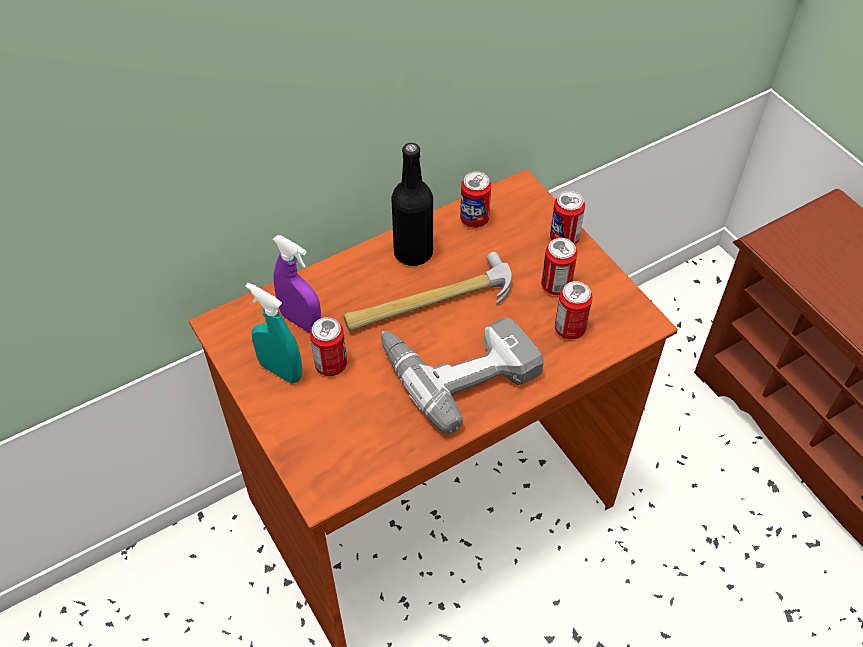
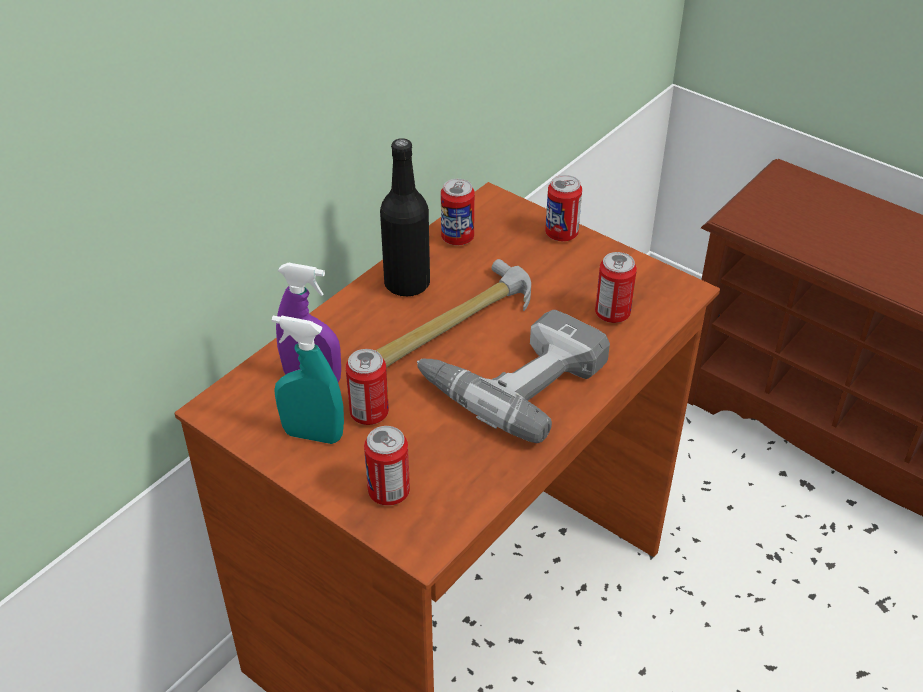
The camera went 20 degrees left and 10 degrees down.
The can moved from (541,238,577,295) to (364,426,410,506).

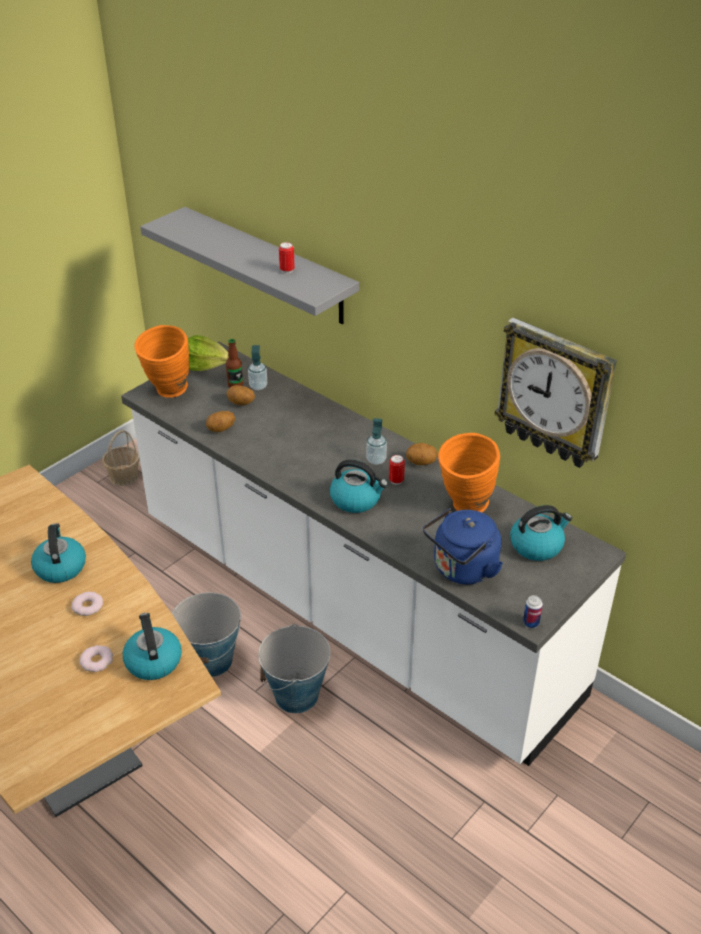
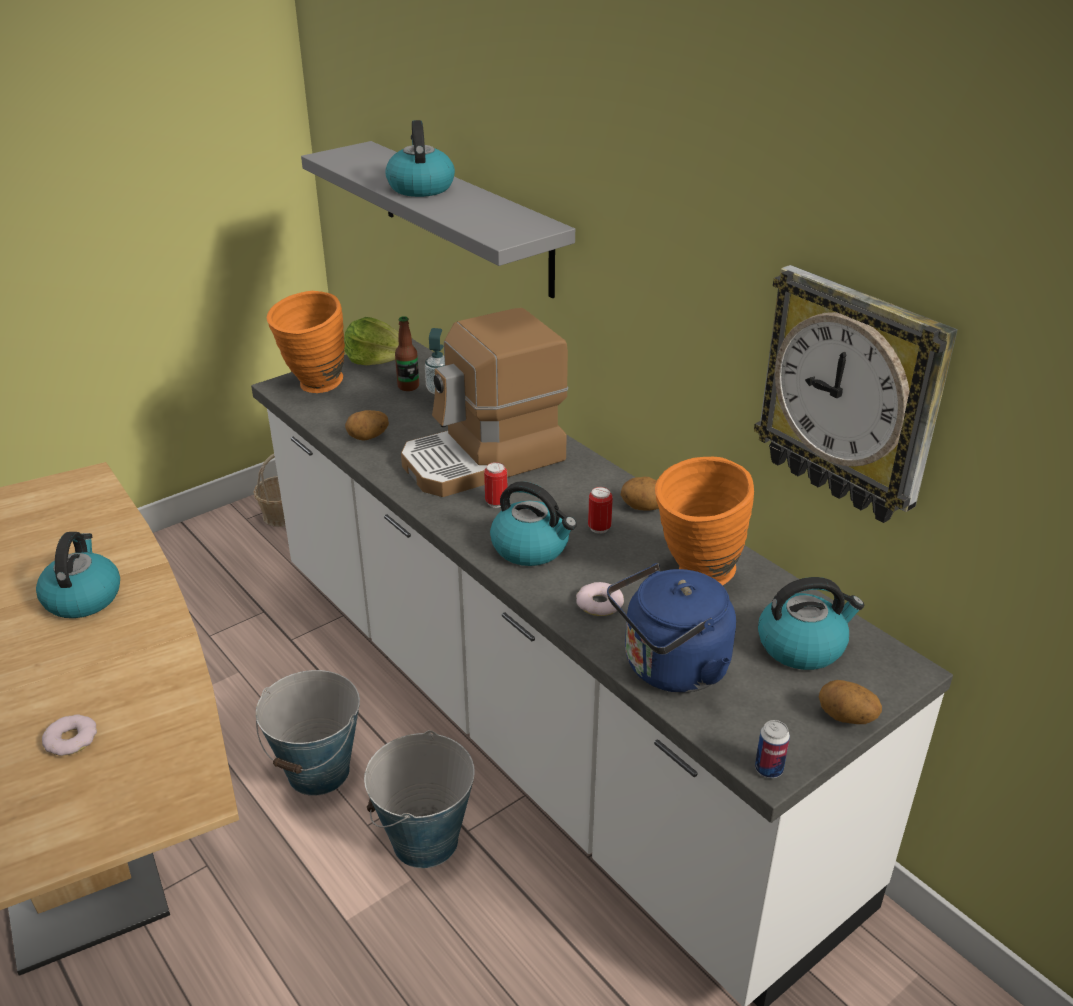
The camera went 10 degrees right and 5 degrees down.
The donut moved from (71,592,103,616) to (576,582,624,616).
The kettle moved from (123,613,182,680) to (385,120,455,197).
The potato moved from (227,385,255,405) to (819,680,882,724).
The can moved from (279,242,295,273) to (484,462,507,508).
The soap dispenser at (366,418,387,465) disappeared.
The coffee machine at (401,308,568,497) appeared.

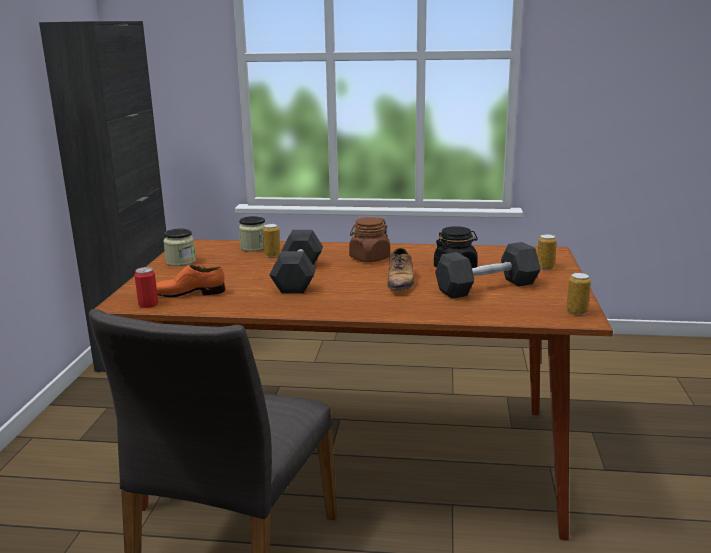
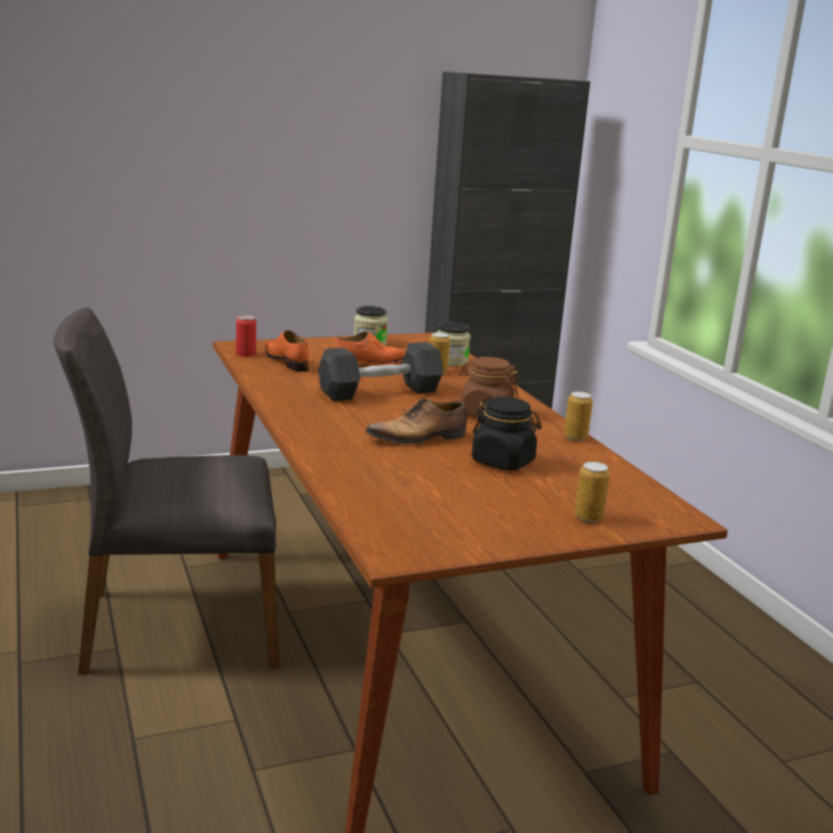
The camera went 60 degrees right and 0 degrees up.
The black dumbbell at (435,242,541,299) disappeared.
The can moved from (566,273,591,315) to (564,391,593,441).
The orange shoe at (334,331,406,365) appeared.

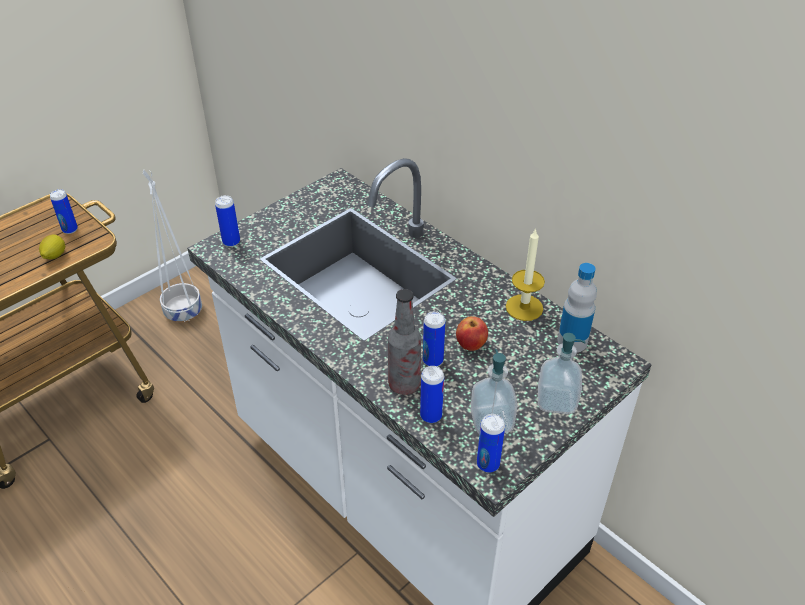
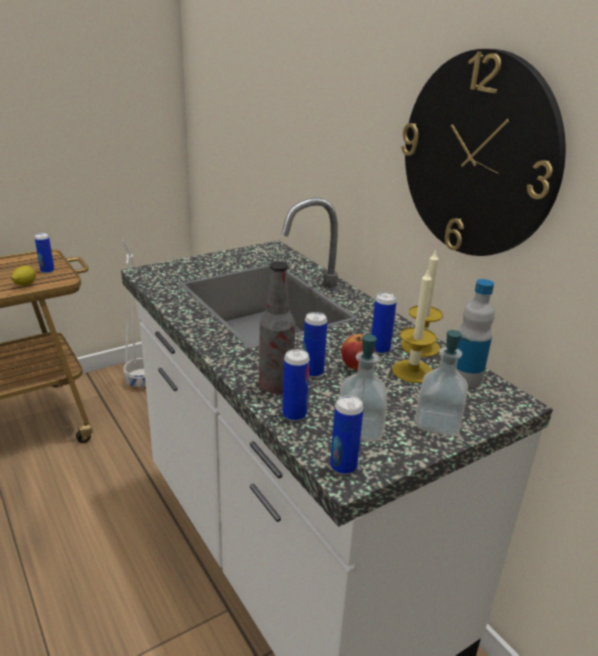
The camera went 10 degrees right and 15 degrees down.
The can moved from (215,195,240,247) to (371,293,397,354).
The candle at (392,268,437,383) appeared.
The wall clock at (401,49,566,256) appeared.

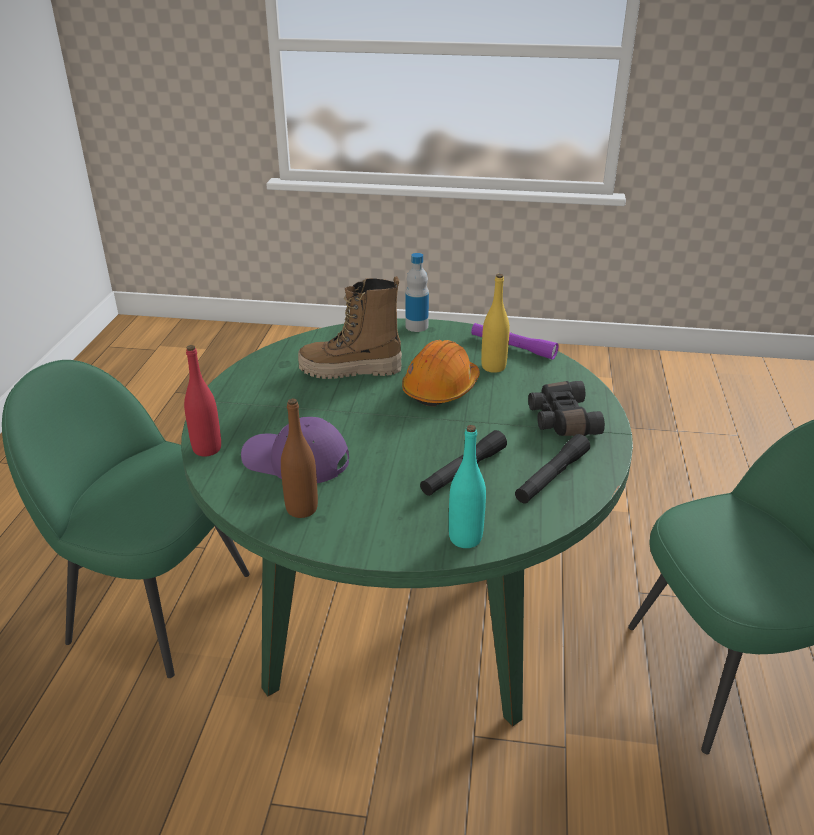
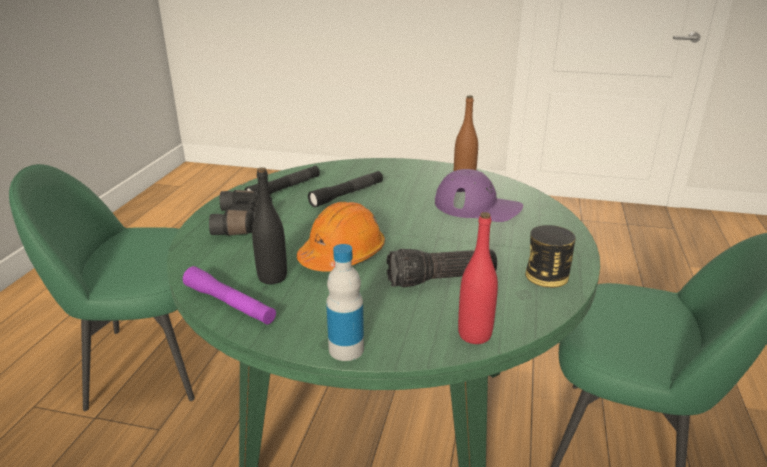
The camera went 175 degrees left and 5 degrees down.
The red bottle moved from (184,345,221,456) to (458,212,498,344).
The boot at (298,276,402,379) was replaced by the flashlight at (387,249,497,288).
The turquoise bottle at (449,425,486,548) disappeared.
The yellow bottle at (481,274,510,373) became the black bottle at (252,167,287,284).
The can at (525,225,575,288) appeared.

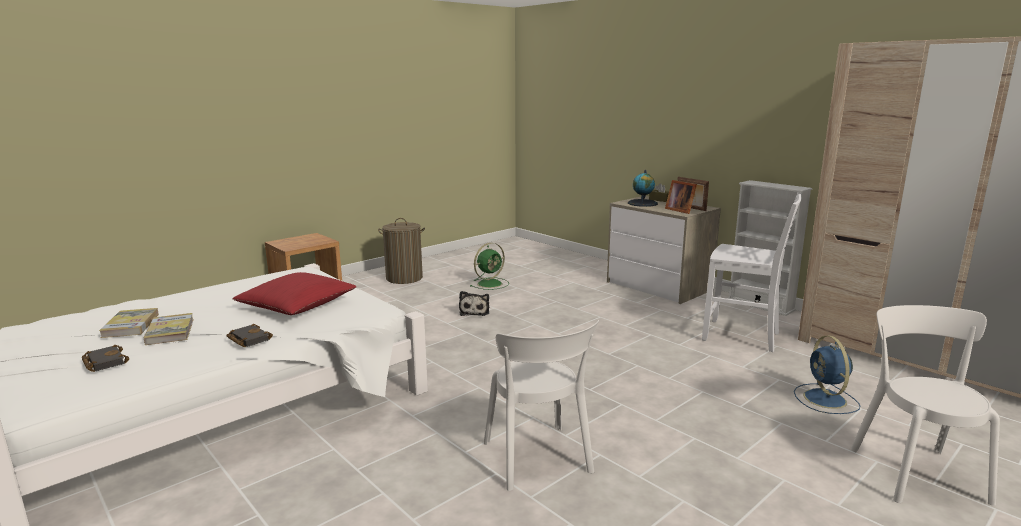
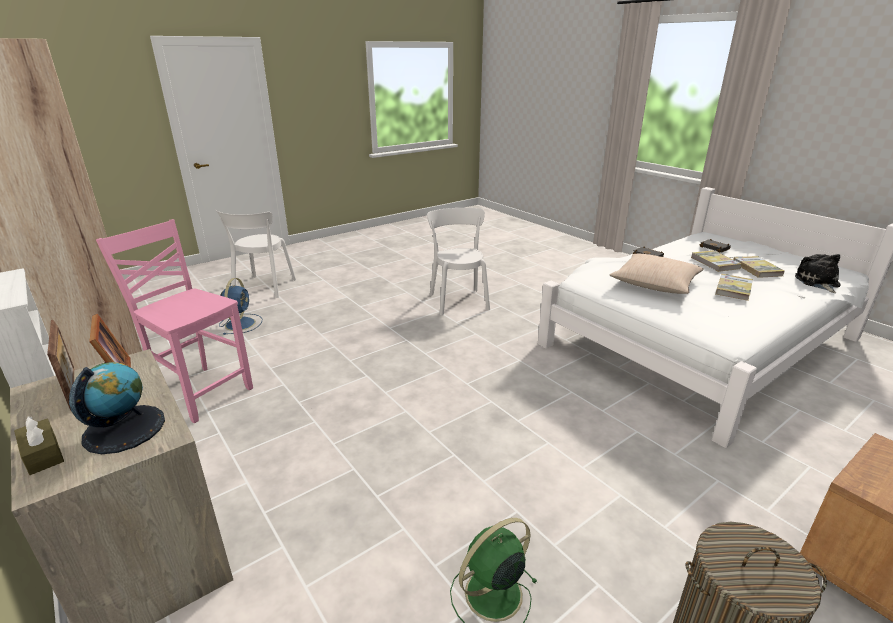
The camera went 175 degrees left and 10 degrees up.
The red pillow at (232,272,357,315) became the beige pillow at (610,254,704,294).
The plush toy moved from (459,291,489,316) to (795,254,841,293).
The white chair at (702,192,802,352) became the pink chair at (96,219,253,423).
The book at (715,274,753,301) appeared.

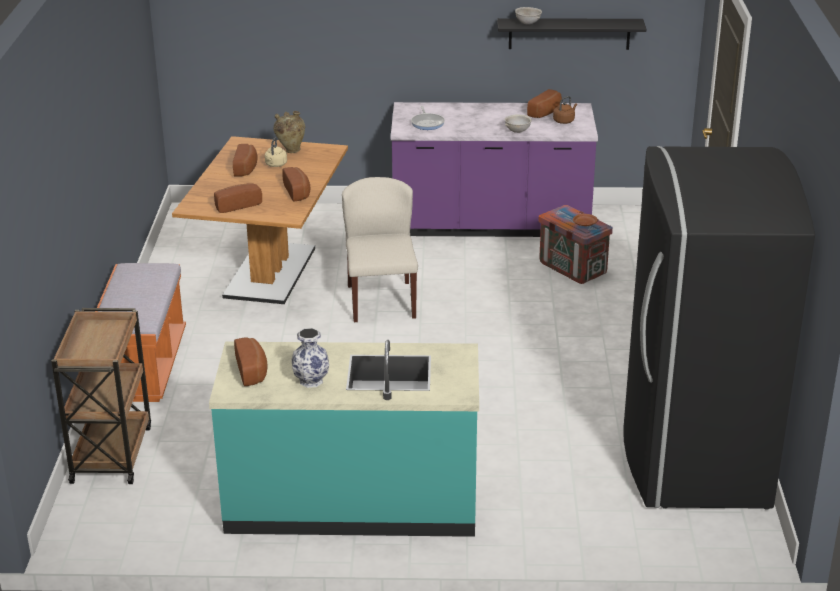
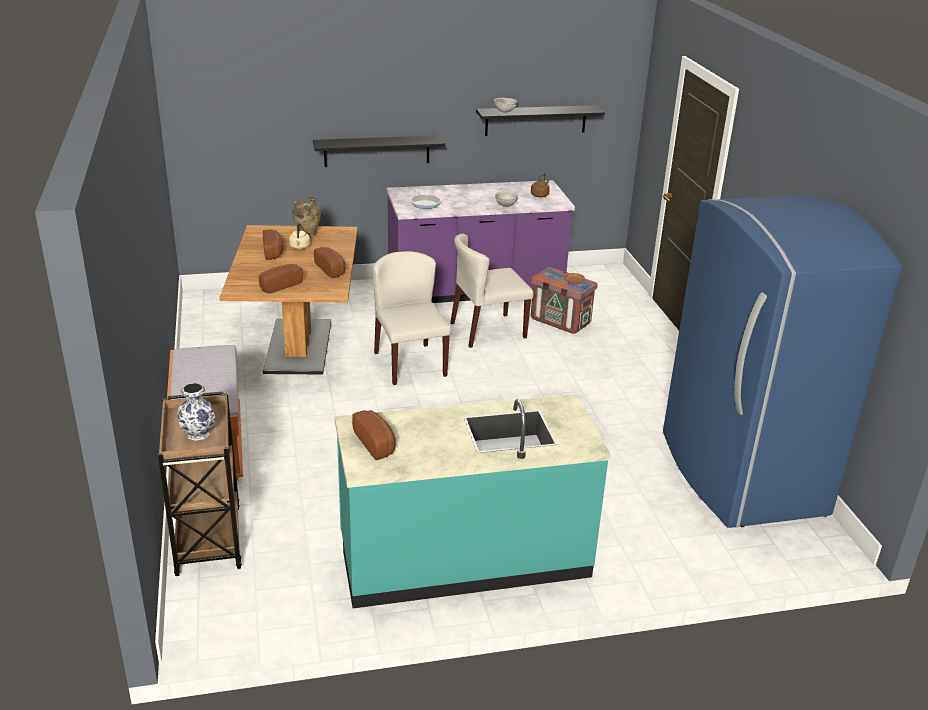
The camera went 15 degrees left and 0 degrees up.
The vase moved from (292,328,329,388) to (177,383,215,441).
The bread at (527,89,562,118) disappeared.
The black fridge at (623,146,815,510) became the blue fridge at (663,195,902,528).
The black shelf at (313,135,445,167) appeared.
The beige chair at (450,234,534,348) appeared.

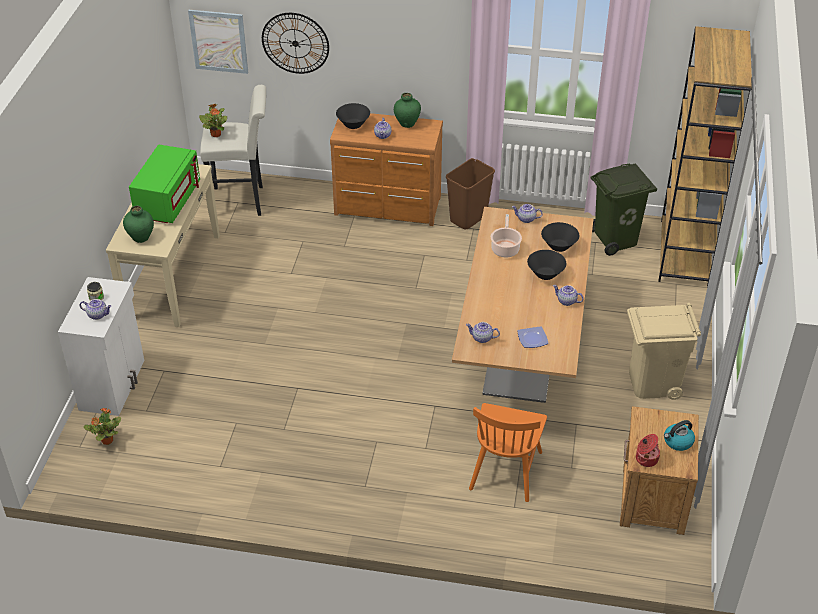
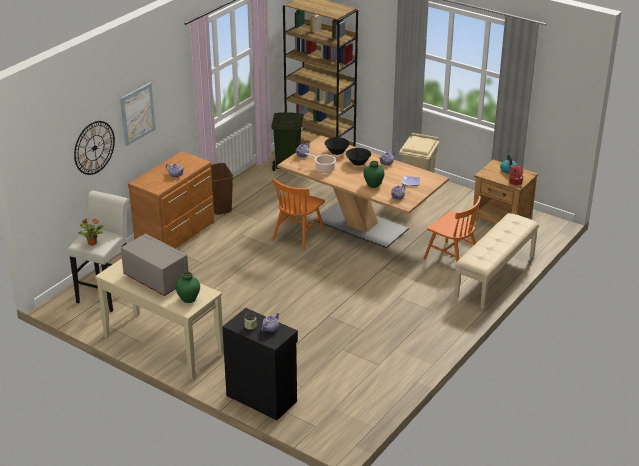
The camera went 65 degrees left and 10 degrees down.
The white cabinet at (58,277,144,416) became the black cabinet at (222,308,298,420).
The potted plant at (84,408,121,445) disappeared.
The green microwave at (129,145,200,223) became the grey microwave at (121,233,189,296).
The picture moved from (188,10,248,74) to (120,83,156,146).
The black bowl at (336,103,370,129) disappeared.
The green vase moved from (394,93,421,128) to (363,161,385,188).
The orange chair at (272,179,325,250) appeared.
The beige bench at (454,213,539,309) appeared.

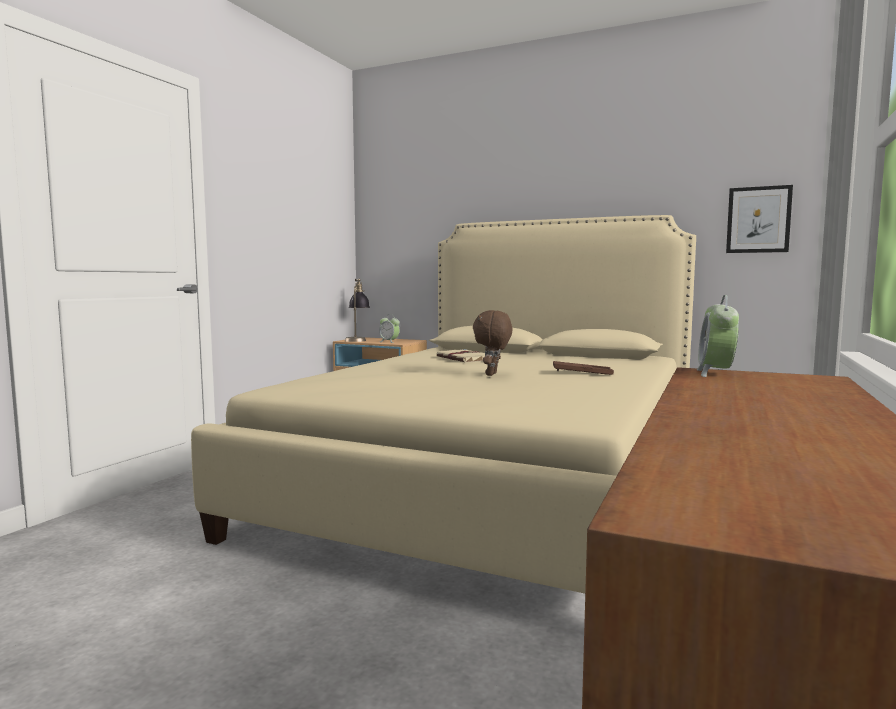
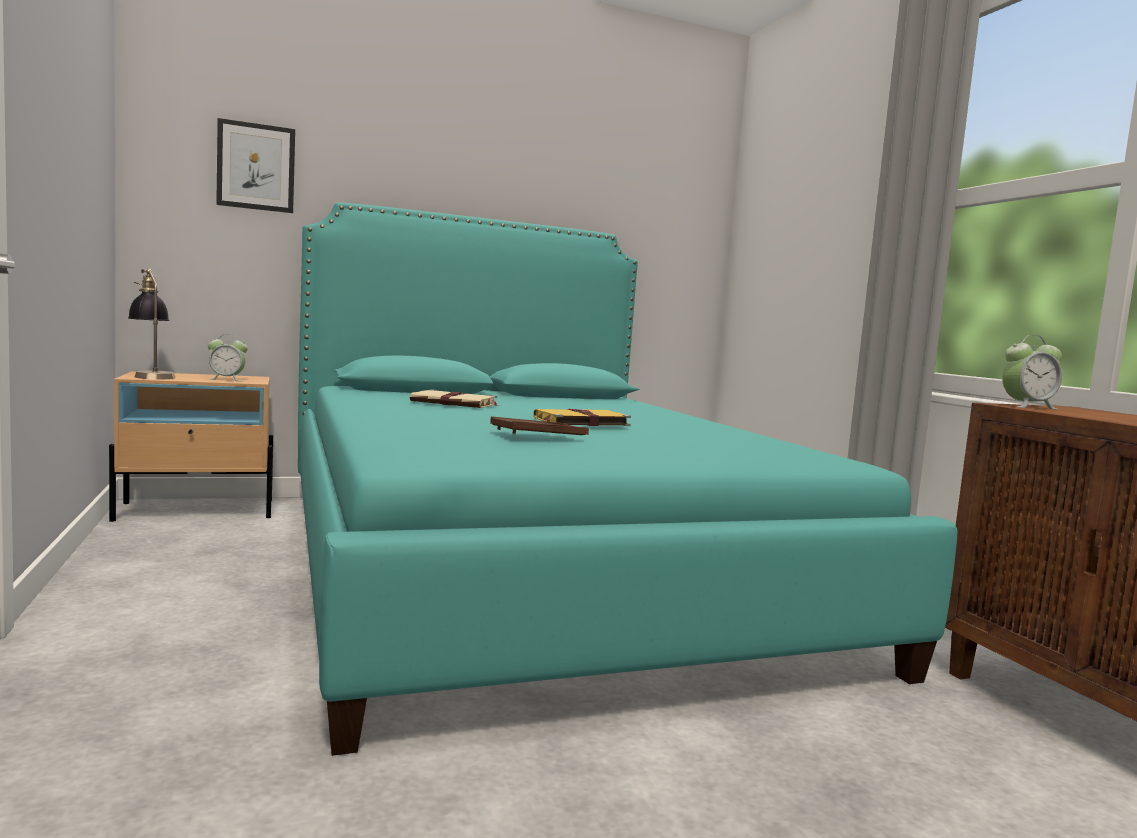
The camera went 45 degrees left and 0 degrees up.
The beige bed at (191,215,696,594) became the turquoise bed at (298,203,958,756).
The brown plush toy at (473,310,512,376) was replaced by the yellow book at (533,409,631,426).
The brown tray moved from (553,361,614,375) to (490,416,589,435).
The alarm clock at (697,295,739,377) turned 75 degrees counterclockwise.
The picture moved from (726,185,793,253) to (216,118,295,213).

